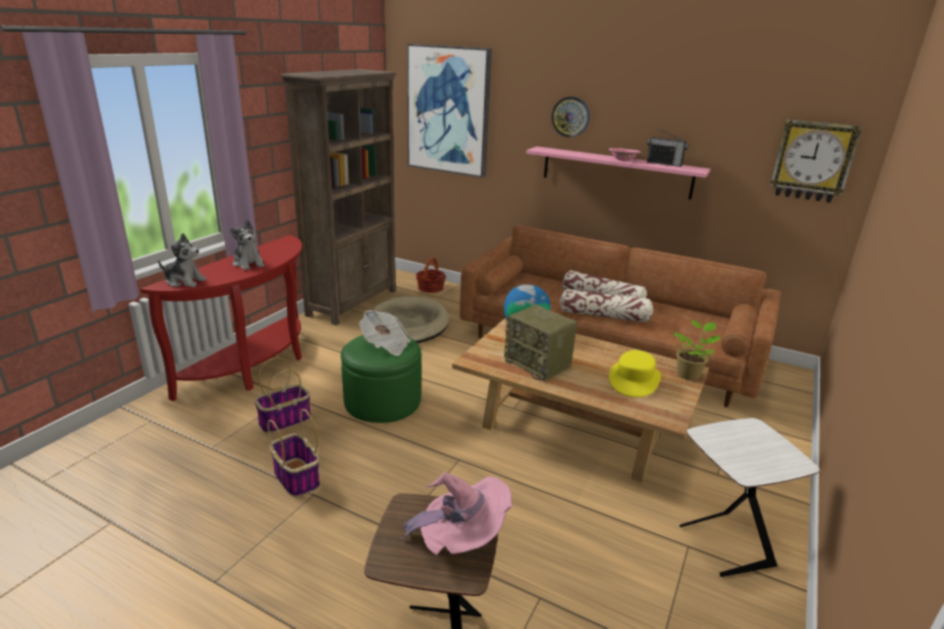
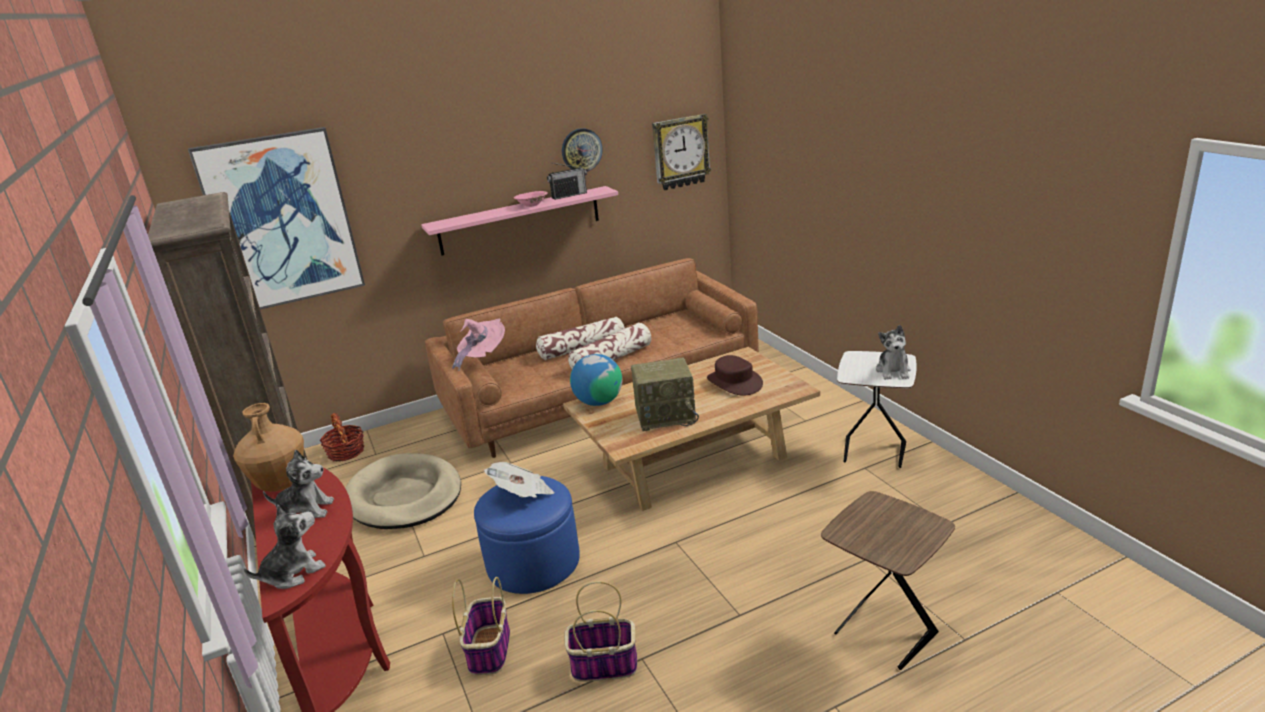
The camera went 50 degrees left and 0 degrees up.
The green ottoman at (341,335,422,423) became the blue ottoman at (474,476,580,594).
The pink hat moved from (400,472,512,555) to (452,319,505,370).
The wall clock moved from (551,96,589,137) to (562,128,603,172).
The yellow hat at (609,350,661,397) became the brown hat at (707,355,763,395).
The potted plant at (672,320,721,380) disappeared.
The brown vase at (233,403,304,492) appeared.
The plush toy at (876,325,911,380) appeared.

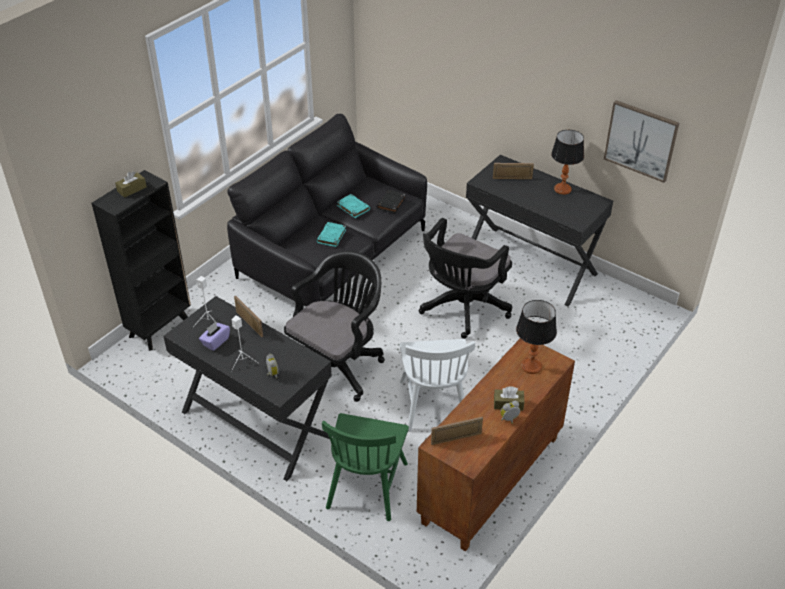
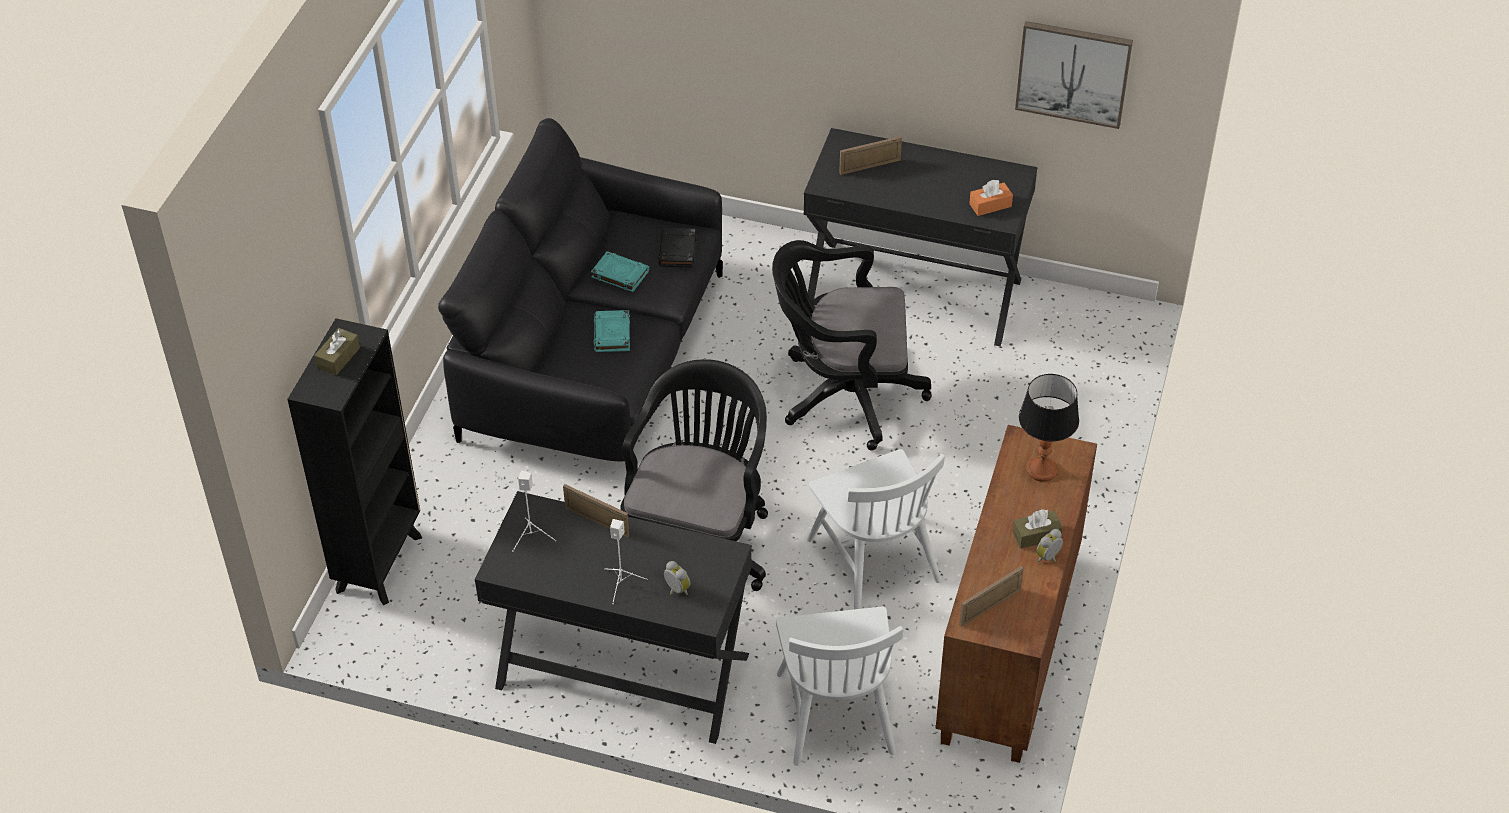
The camera went 20 degrees left and 5 degrees up.
The purple tissue box at (199,322,230,351) disappeared.
The green chair at (322,413,409,521) became the white chair at (776,607,903,766).
The black office chair at (419,218,512,339) turned 75 degrees clockwise.
The table lamp at (551,130,584,195) disappeared.
The orange tissue box at (969,180,1013,216) appeared.

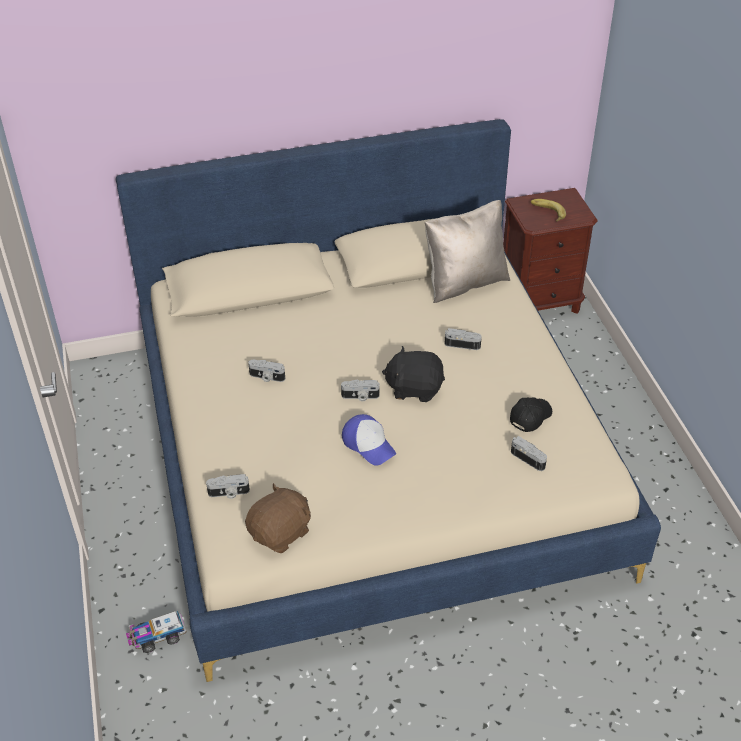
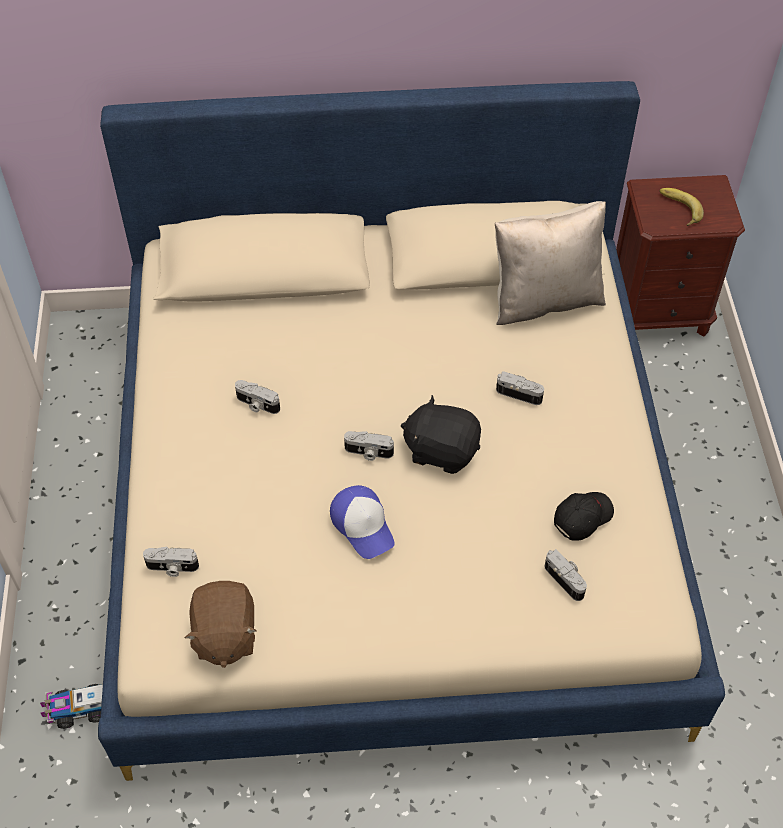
The camera went 10 degrees right and 10 degrees up.
The brown plush toy at (245,483,311,553) turned 120 degrees clockwise.

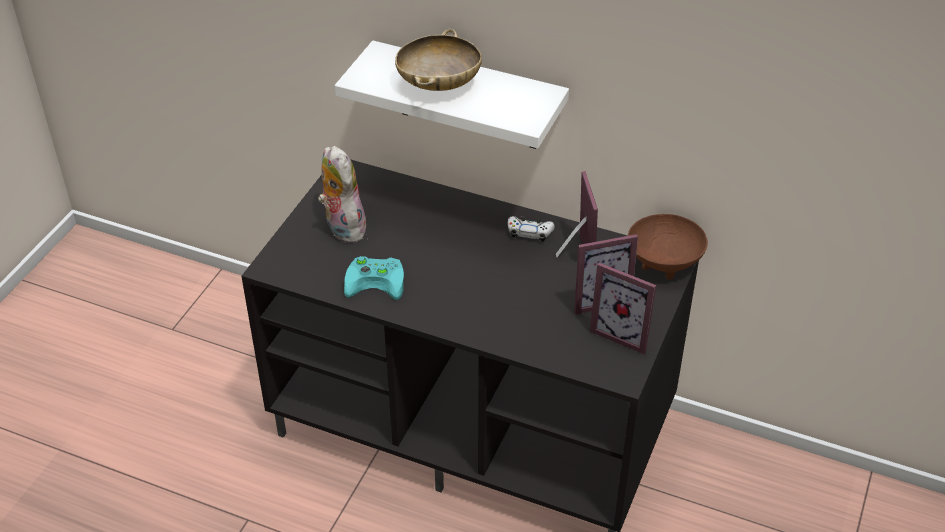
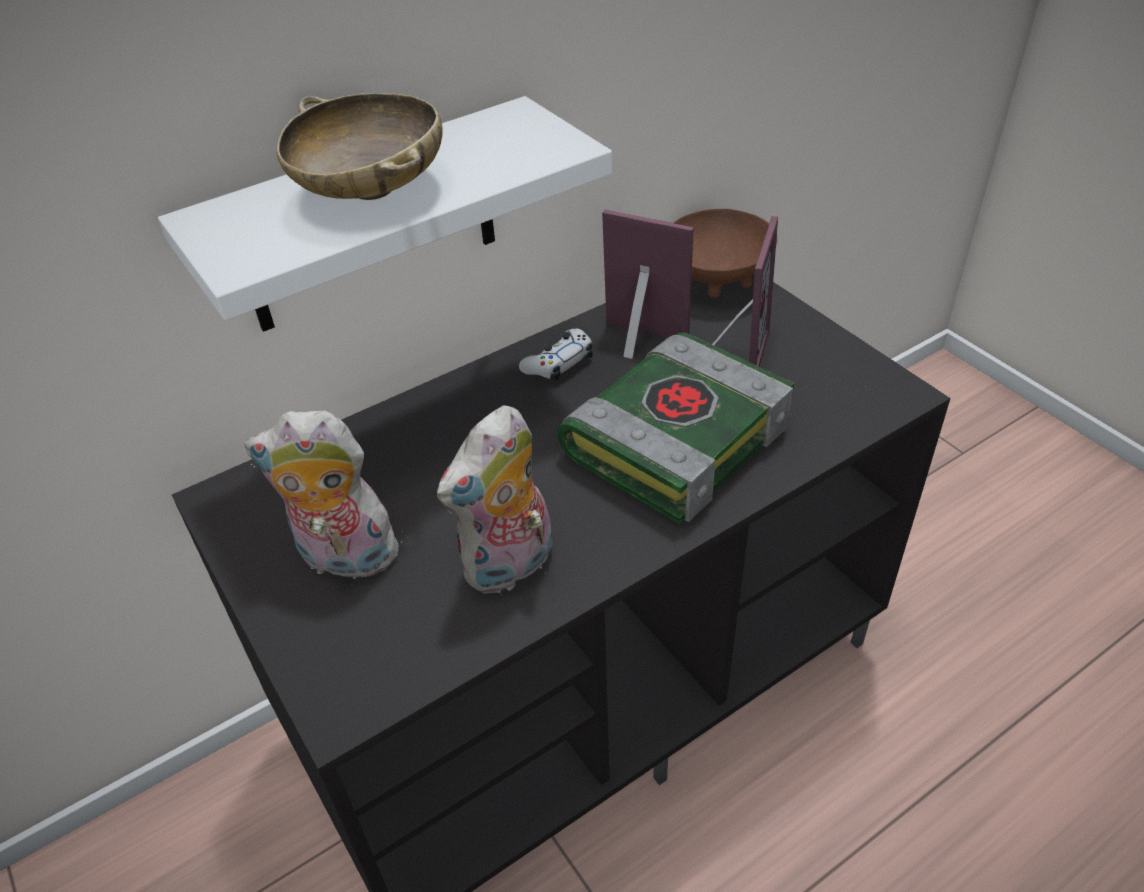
The camera went 55 degrees left and 0 degrees up.
The turquoise game controller at (344,256,404,300) was replaced by the plush toy at (437,406,553,595).
The picture frame at (590,263,656,354) disappeared.
The book at (557,333,794,524) appeared.

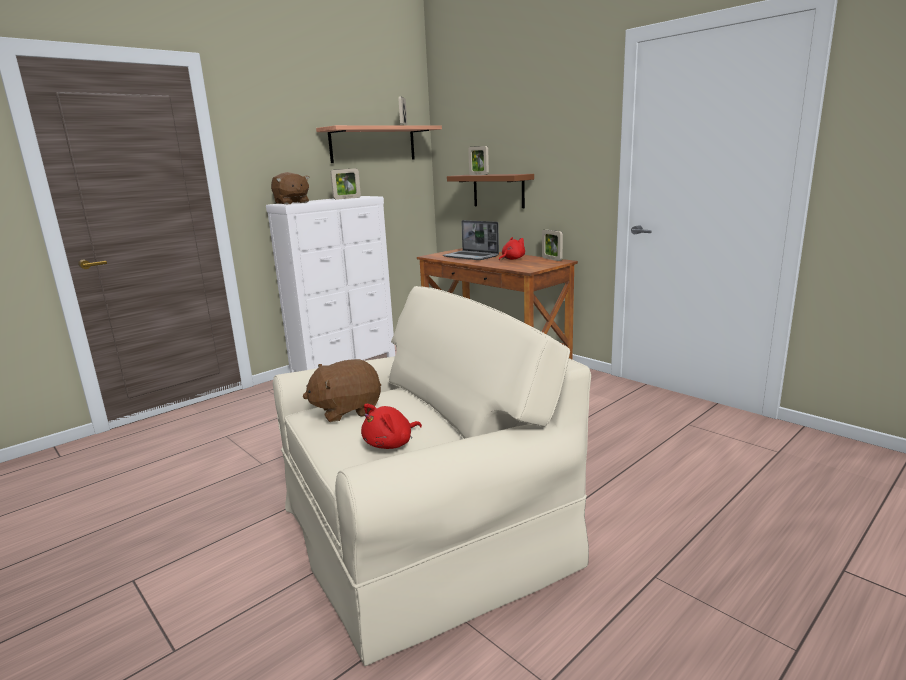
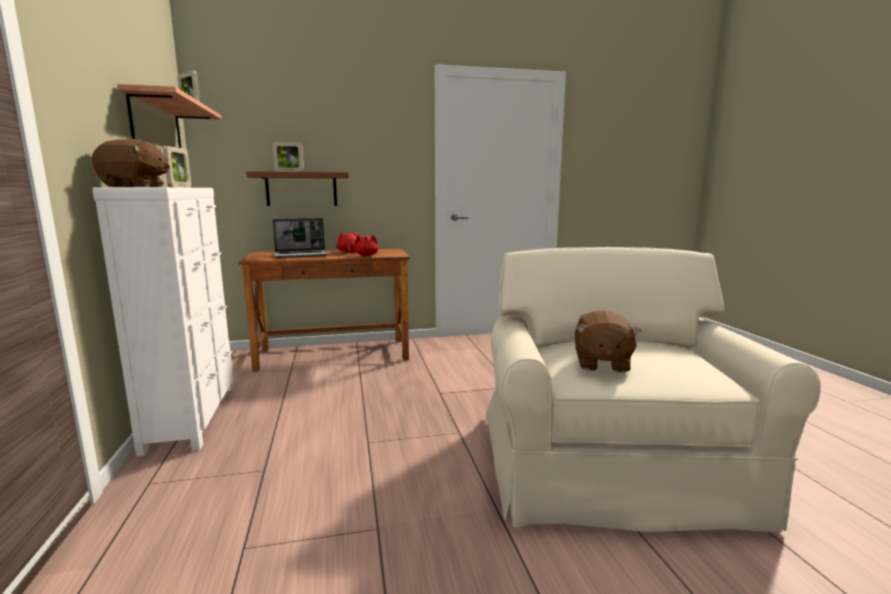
The camera went 60 degrees left and 5 degrees down.
The red plush toy moved from (361,404,422,449) to (354,235,379,256).
The picture frame at (542,229,563,261) disappeared.

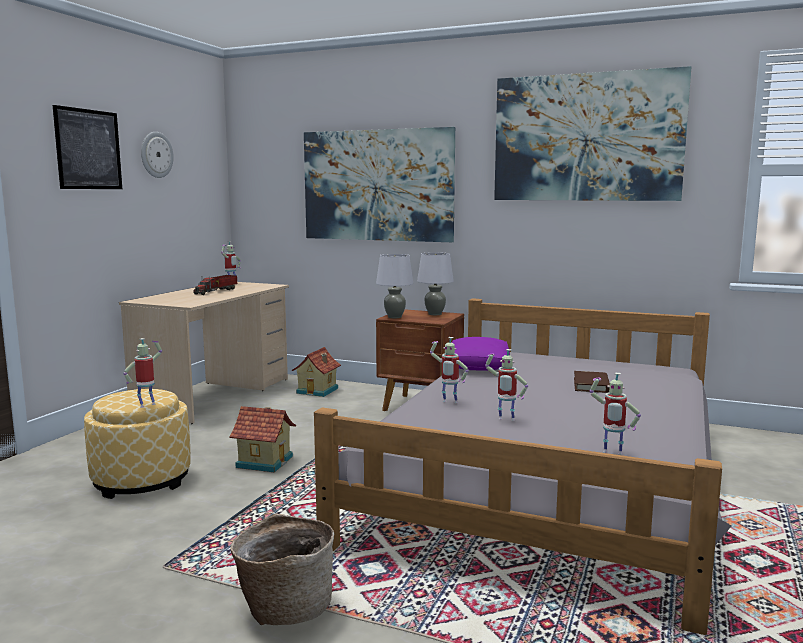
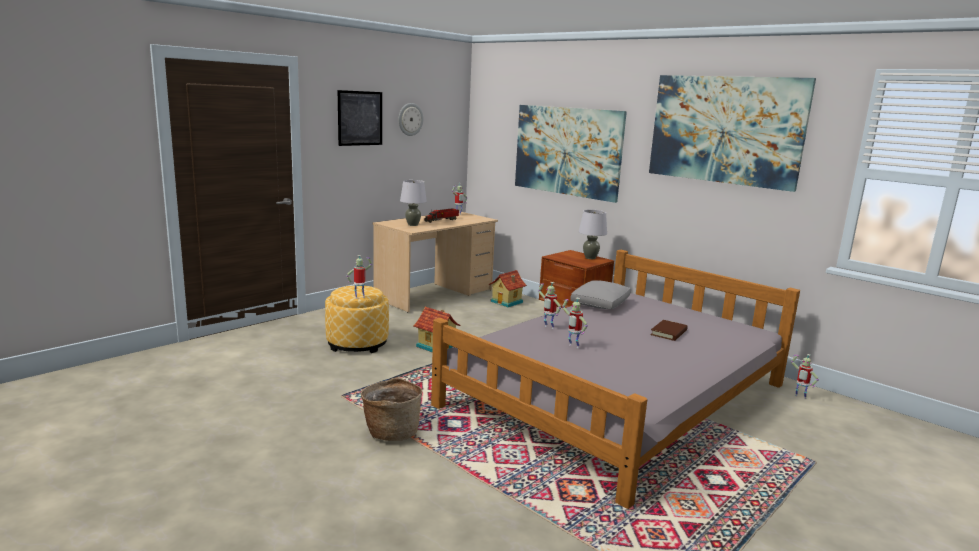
The camera went 20 degrees right and 5 degrees up.
The grey table lamp moved from (376,254,413,318) to (400,180,427,226).
The purple pillow at (451,337,510,371) became the grey pillow at (570,280,631,309).
The toy robot moved from (589,372,641,455) to (791,354,819,399).

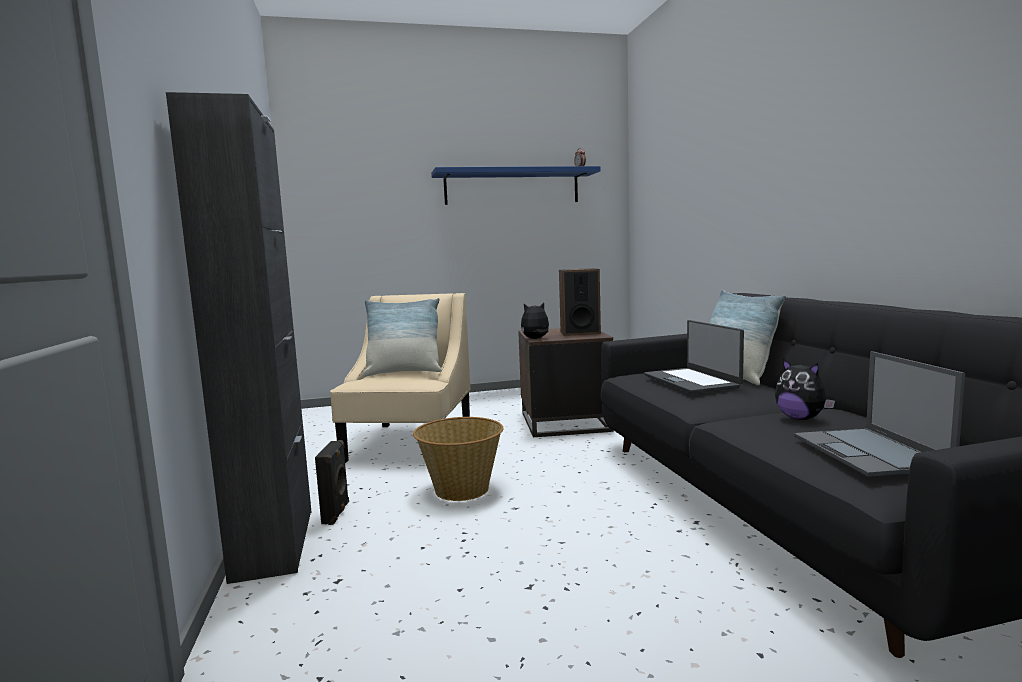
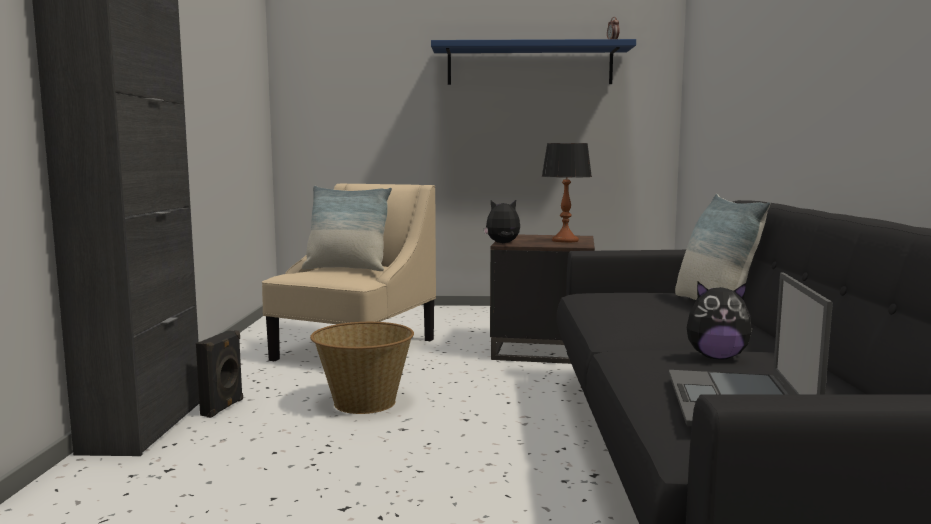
The camera went 15 degrees right and 0 degrees up.
The speaker at (559,268,601,336) was replaced by the table lamp at (542,143,592,243).
The laptop at (644,320,744,394) disappeared.
The plush toy at (775,359,835,420) turned 60 degrees counterclockwise.

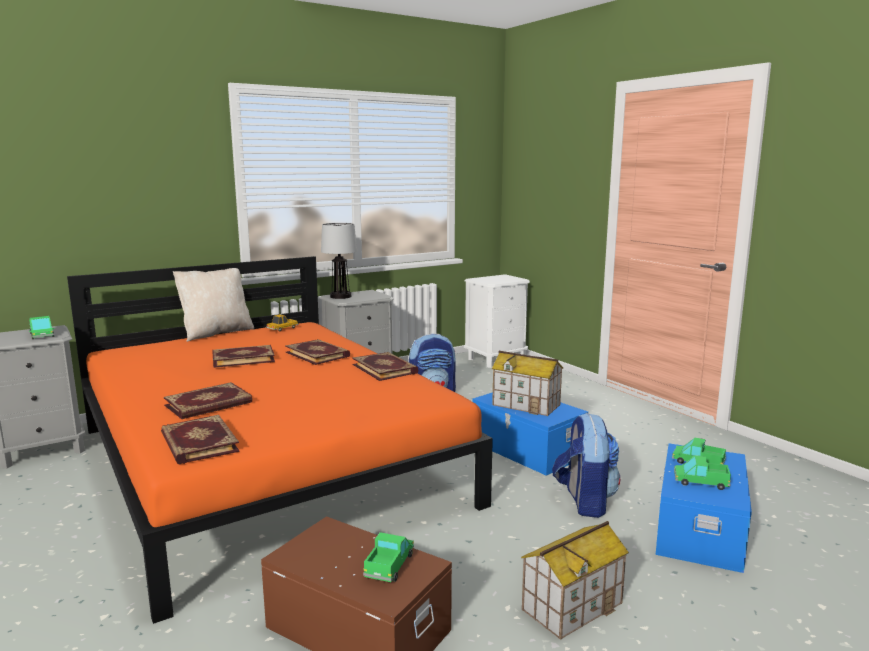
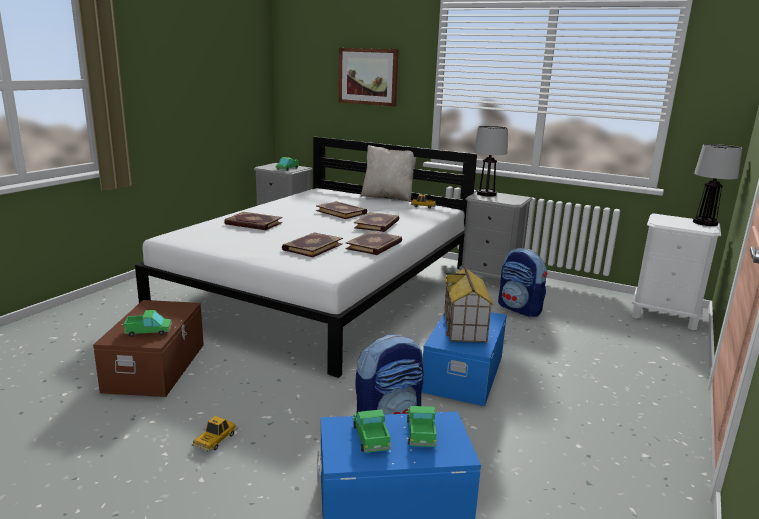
The camera went 60 degrees right and 5 degrees up.
The orange bed at (67,256,493,624) became the white bed at (135,137,477,378).
The book moved from (161,415,240,464) to (282,232,343,258).
The toy house at (521,521,629,640) was replaced by the toy car at (192,416,238,452).
The picture at (338,48,399,107) appeared.
The table lamp at (693,144,742,226) appeared.

